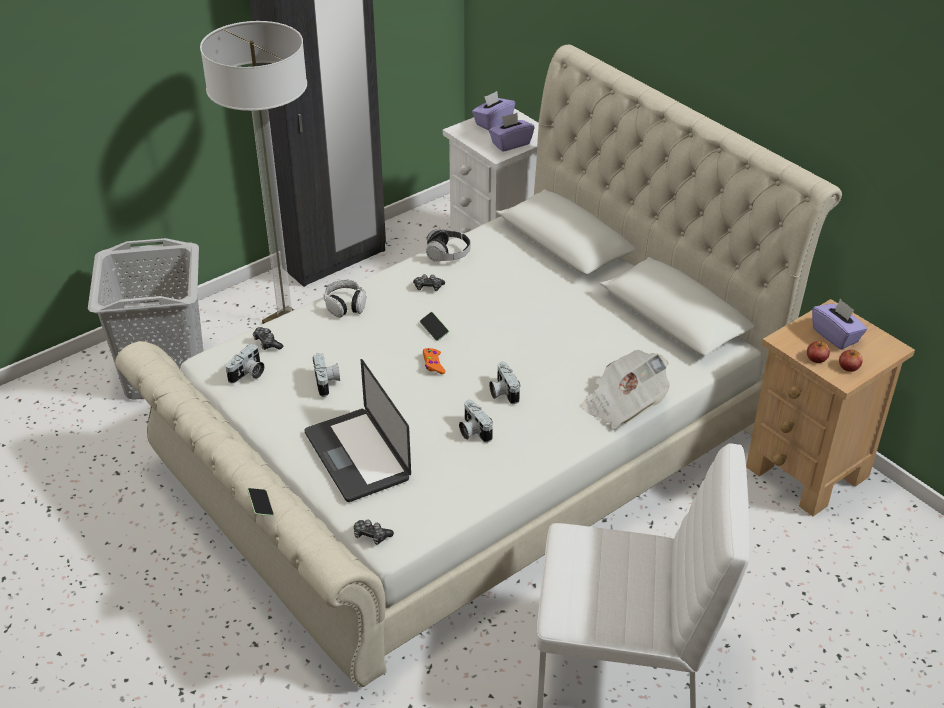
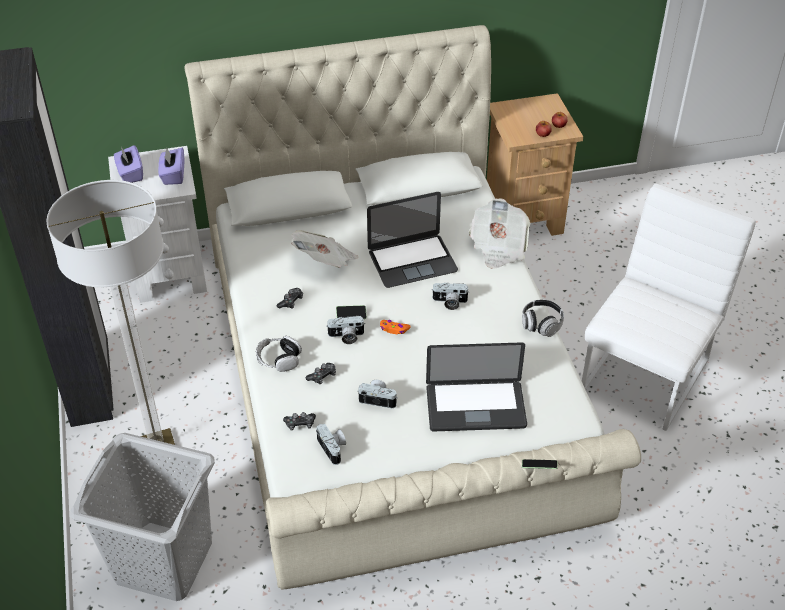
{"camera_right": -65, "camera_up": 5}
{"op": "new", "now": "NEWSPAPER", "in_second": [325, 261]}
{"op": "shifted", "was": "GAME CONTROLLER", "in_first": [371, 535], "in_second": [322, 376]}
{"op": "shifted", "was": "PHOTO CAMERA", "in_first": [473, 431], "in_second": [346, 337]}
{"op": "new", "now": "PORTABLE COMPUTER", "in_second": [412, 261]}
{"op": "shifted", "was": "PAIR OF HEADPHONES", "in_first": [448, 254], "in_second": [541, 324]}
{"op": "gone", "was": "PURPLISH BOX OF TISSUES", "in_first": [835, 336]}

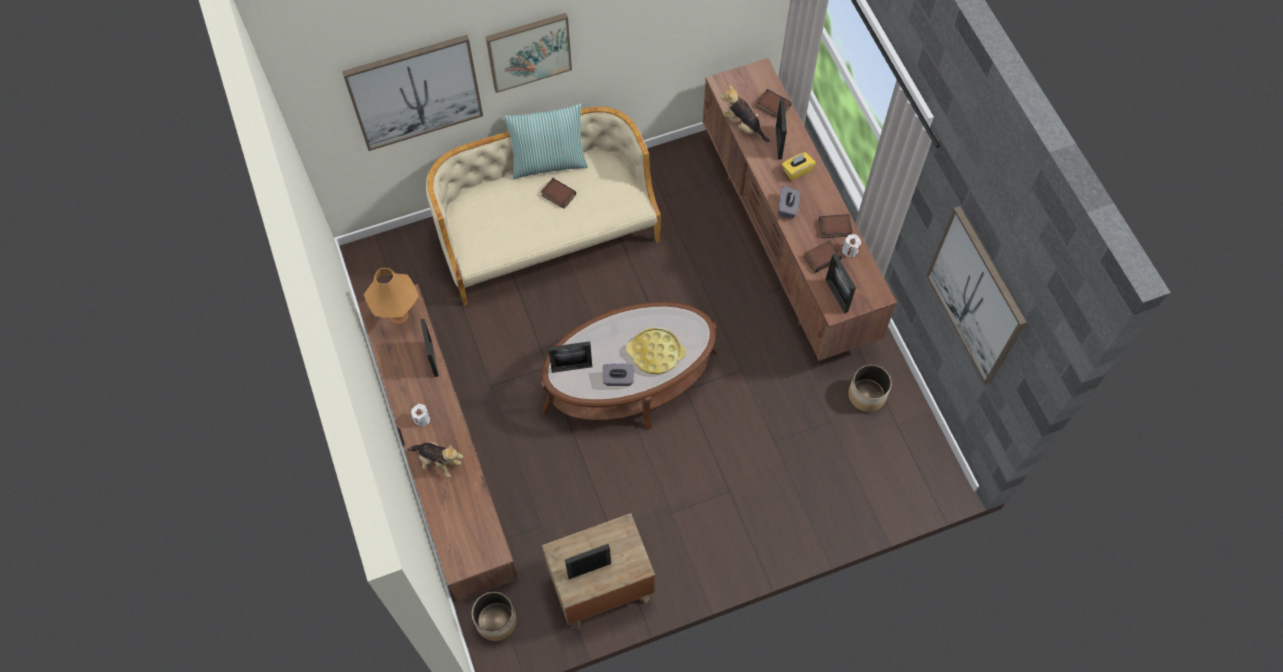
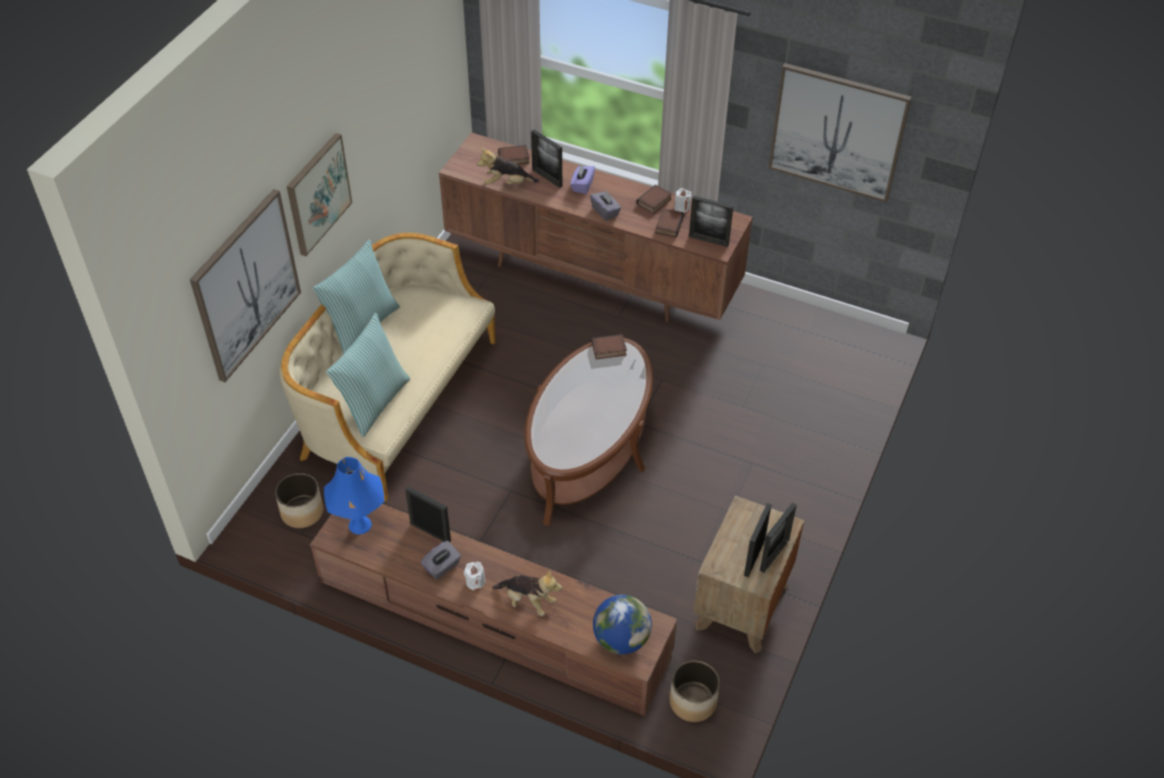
{"camera_right": -45, "camera_up": -15}
{"op": "shifted", "was": "PLANT POT", "in_first": [866, 395], "in_second": [302, 512]}
{"op": "repainted", "was": "ORANGE-COLOURED TABLE LAMP", "now": "BLUE TABLE LAMP", "in_first": [398, 315], "in_second": [360, 525]}
{"op": "new", "now": "PILLOW", "in_second": [374, 402]}
{"op": "shifted", "was": "GRAY BOX OF TISSUES", "in_first": [618, 379], "in_second": [442, 567]}
{"op": "rotated", "was": "PLUSH TOY", "in_first": [438, 462], "in_second": [528, 601], "clockwise": 45}
{"op": "repainted", "was": "YELLOW-COLOURED BOX OF TISSUES", "now": "PURPLISH BOX OF TISSUES", "in_first": [797, 170], "in_second": [582, 185]}
{"op": "shifted", "was": "BOOK", "in_first": [557, 195], "in_second": [608, 350]}
{"op": "new", "now": "GLOBE", "in_second": [621, 639]}
{"op": "shifted", "was": "PICTURE FRAME", "in_first": [571, 368], "in_second": [774, 555]}
{"op": "gone", "was": "YELLOW-COLOURED TRAY", "in_first": [655, 353]}

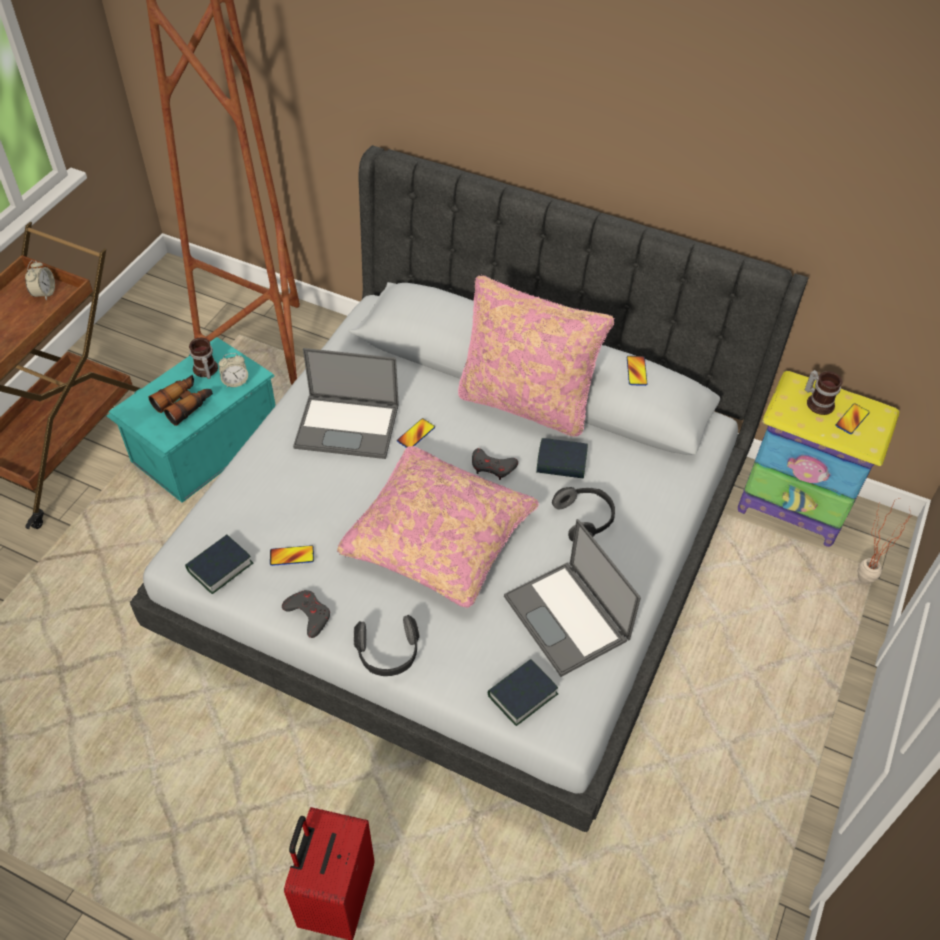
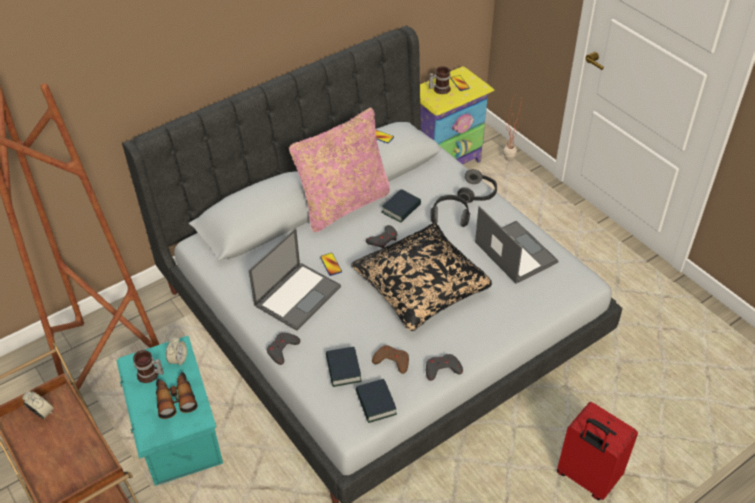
{"camera_right": -60, "camera_up": -5}
{"op": "new", "now": "GRAY GAME CONTROLLER", "in_second": [282, 349]}
{"op": "shifted", "was": "BOOK", "in_first": [522, 695], "in_second": [343, 369]}
{"op": "repainted", "was": "PINK-COLOURED PILLOW", "now": "BLACK-COLOURED PILLOW", "in_first": [439, 539], "in_second": [422, 285]}
{"op": "swapped", "was": "TELEPHONE", "now": "BROWN GAME CONTROLLER", "in_first": [292, 556], "in_second": [392, 361]}
{"op": "shifted", "was": "PAIR OF HEADPHONES", "in_first": [388, 654], "in_second": [478, 194]}
{"op": "rotated", "was": "PORTABLE COMPUTER", "in_first": [567, 619], "in_second": [514, 252], "clockwise": -120}

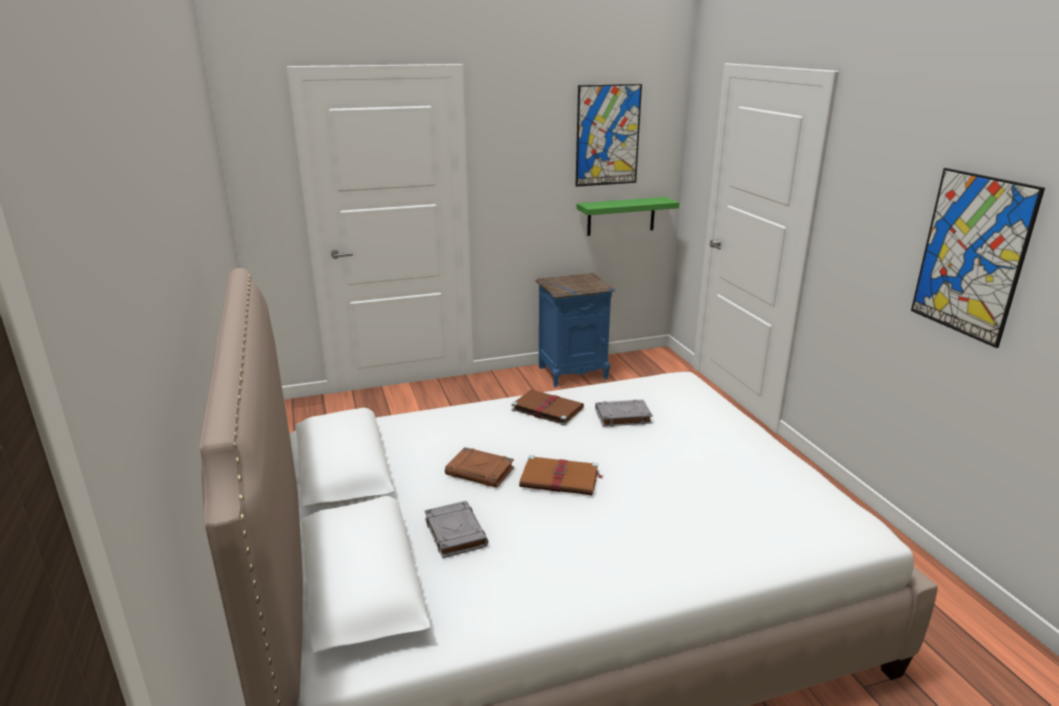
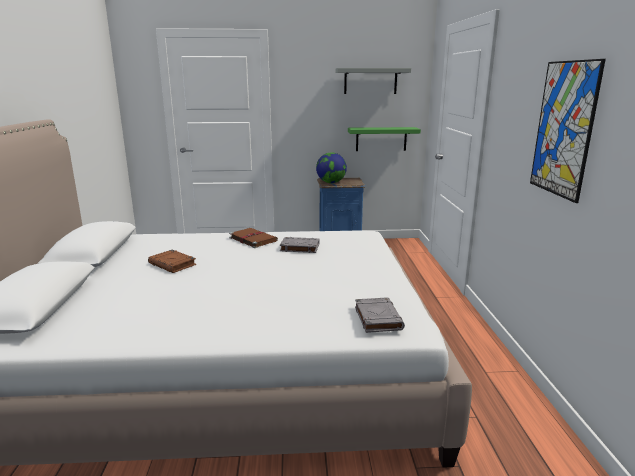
{"camera_right": 15, "camera_up": -5}
{"op": "new", "now": "GLOBE", "in_second": [331, 182]}
{"op": "swapped", "was": "PICTURE", "now": "GRAY WALL SHELF", "in_first": [607, 135], "in_second": [370, 81]}
{"op": "shifted", "was": "GRAY BOOK", "in_first": [455, 532], "in_second": [377, 318]}
{"op": "gone", "was": "BROWN BOOK", "in_first": [561, 479]}

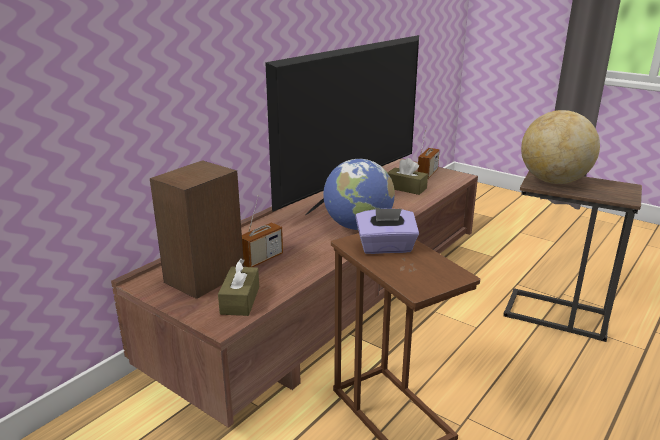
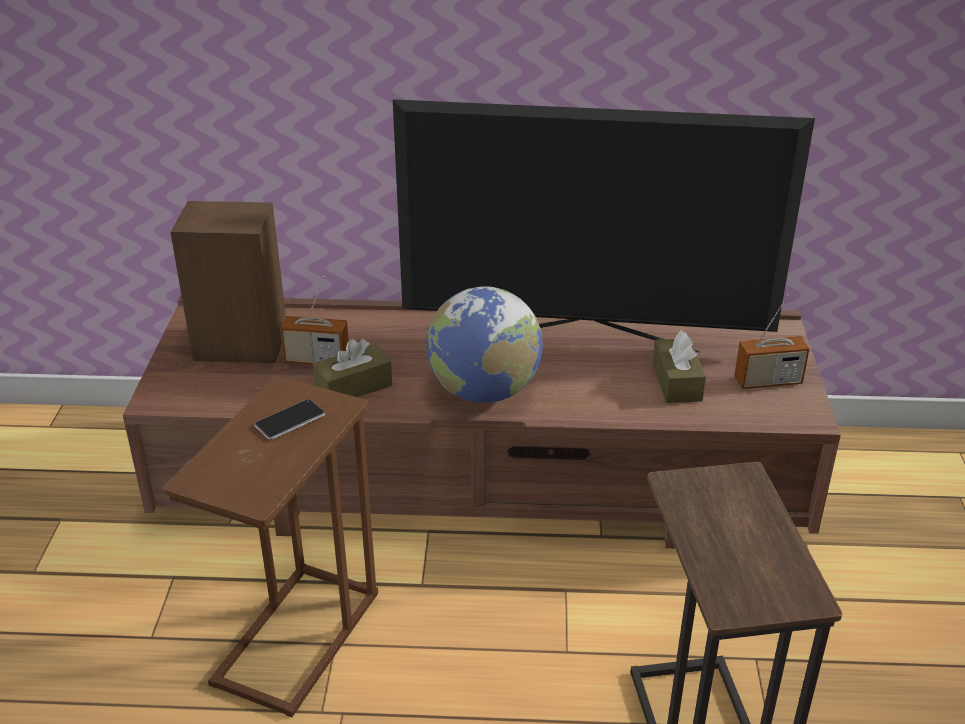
{"camera_right": 55, "camera_up": 10}
{"op": "swapped", "was": "PURPLISH BOX OF TISSUES", "now": "TELEPHONE", "in_first": [386, 247], "in_second": [290, 420]}
{"op": "shifted", "was": "BROWN BOX OF TISSUES", "in_first": [240, 300], "in_second": [353, 386]}
{"op": "gone", "was": "GLOBE", "in_first": [553, 181]}

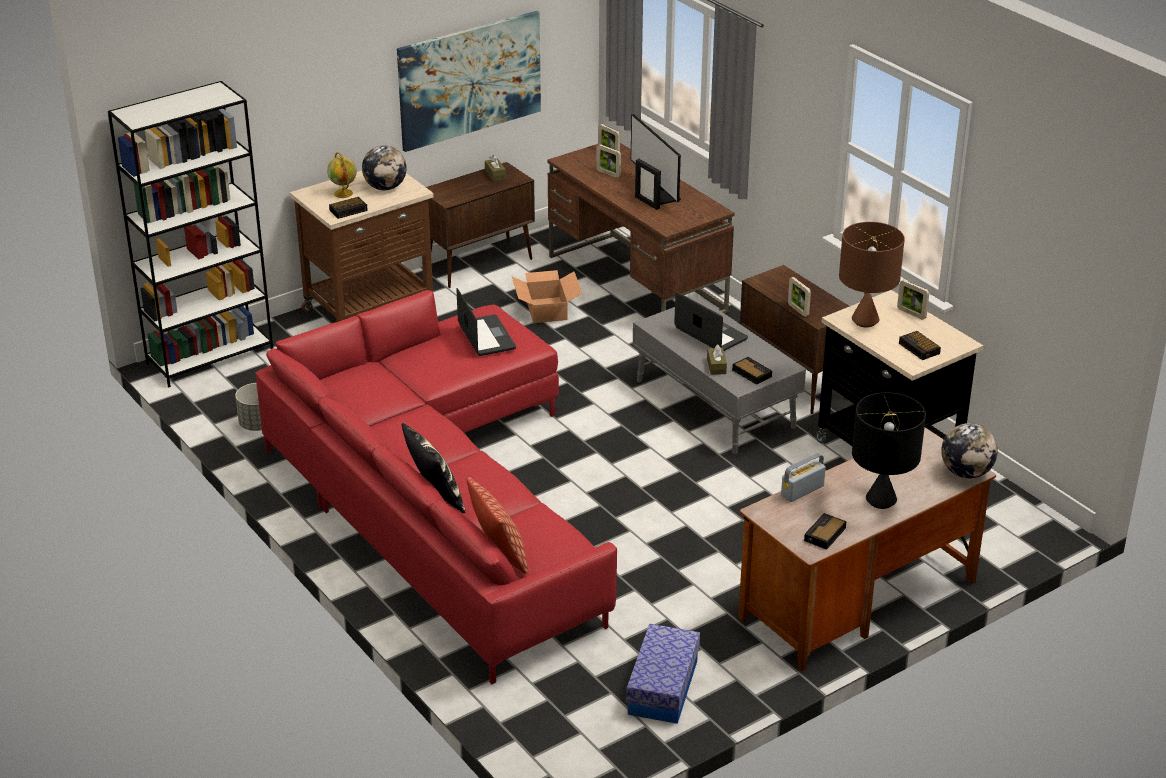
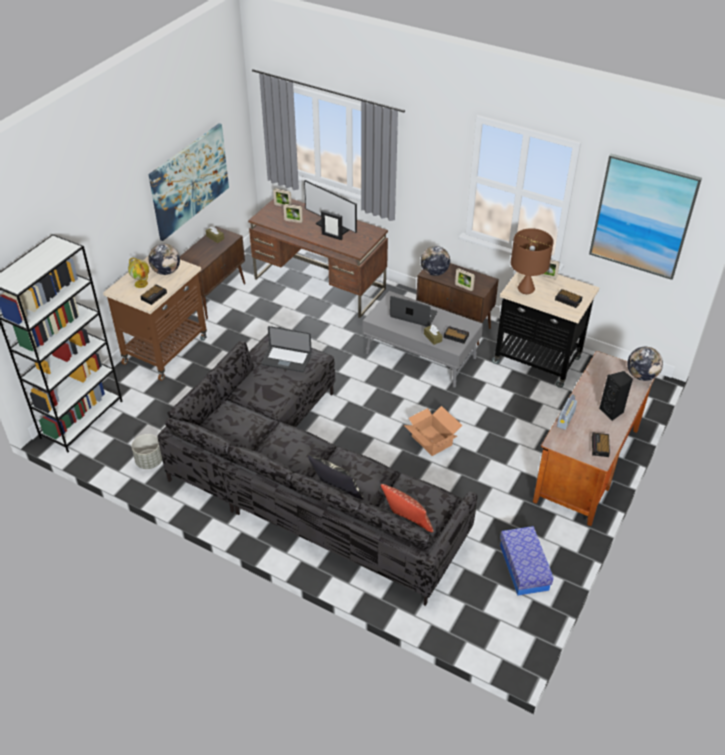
{"camera_right": -25, "camera_up": 10}
{"op": "repainted", "was": "RED COUCH", "now": "GRAY COUCH", "in_first": [438, 502], "in_second": [305, 481]}
{"op": "rotated", "was": "PORTABLE COMPUTER", "in_first": [486, 337], "in_second": [286, 360], "clockwise": 150}
{"op": "shifted", "was": "CARDBOARD BOX", "in_first": [546, 310], "in_second": [431, 441]}
{"op": "new", "now": "GLOBE", "in_second": [434, 272]}
{"op": "new", "now": "PICTURE", "in_second": [642, 217]}
{"op": "swapped", "was": "BLACK-COLOURED TABLE LAMP", "now": "BLACK-COLOURED SPEAKER", "in_first": [880, 501], "in_second": [612, 412]}

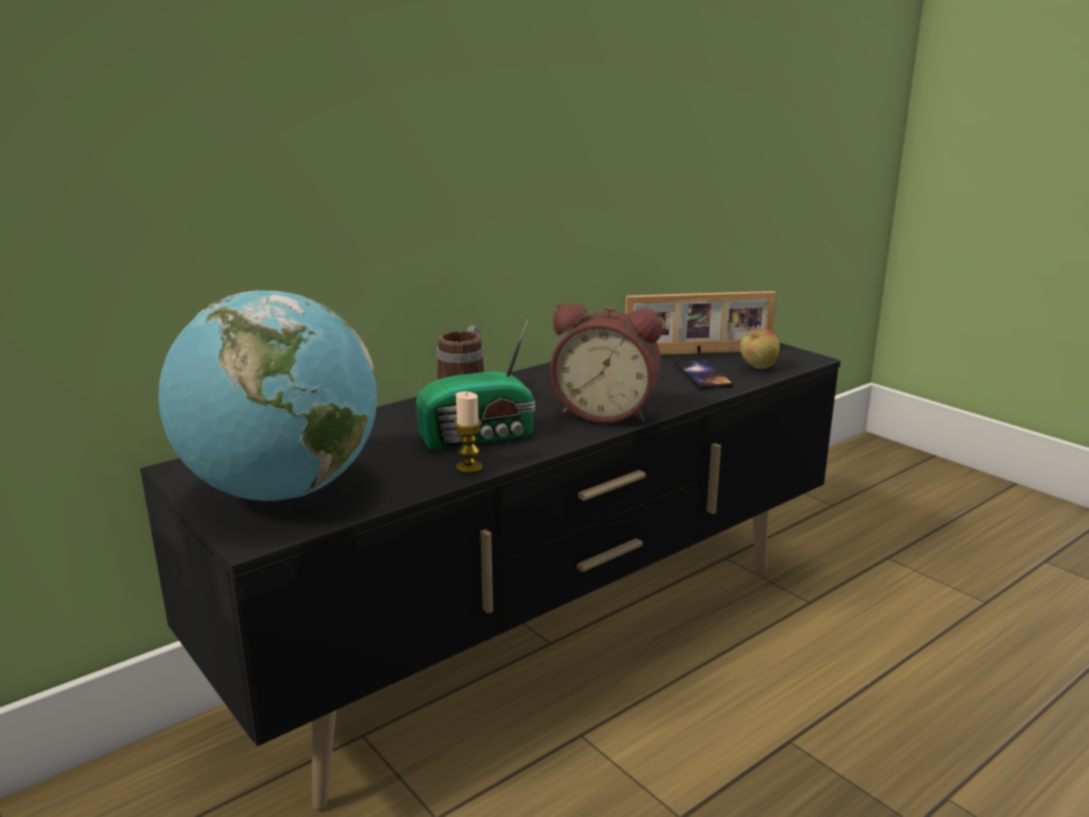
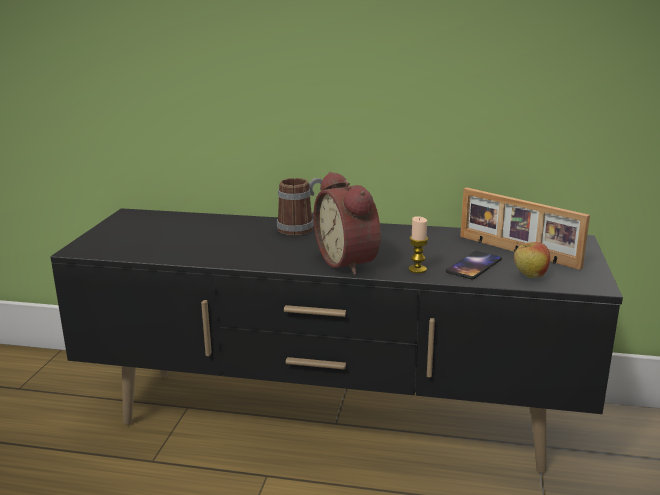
{"camera_right": 50, "camera_up": 0}
{"op": "shifted", "was": "WAX CANDLE", "in_first": [469, 468], "in_second": [417, 269]}
{"op": "gone", "was": "GLOBE", "in_first": [281, 492]}
{"op": "gone", "was": "RADIO RECEIVER", "in_first": [480, 437]}

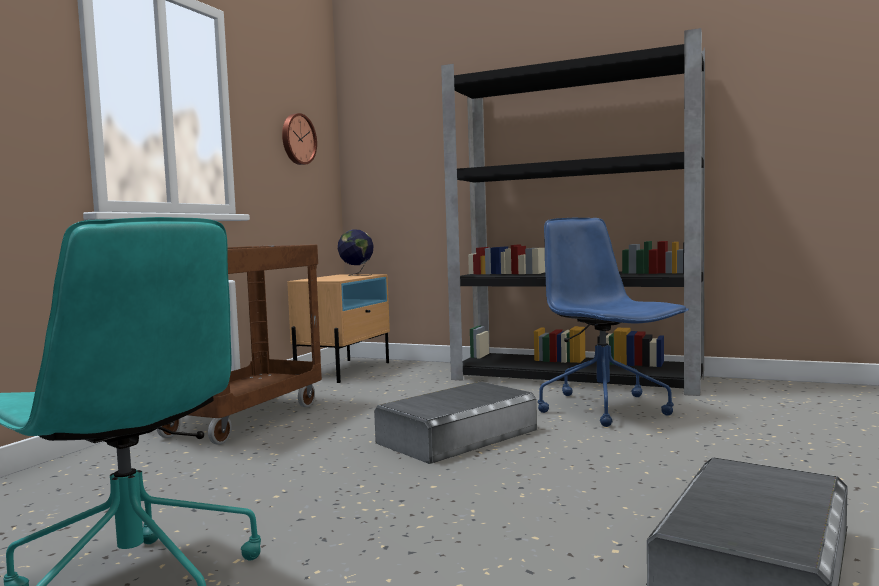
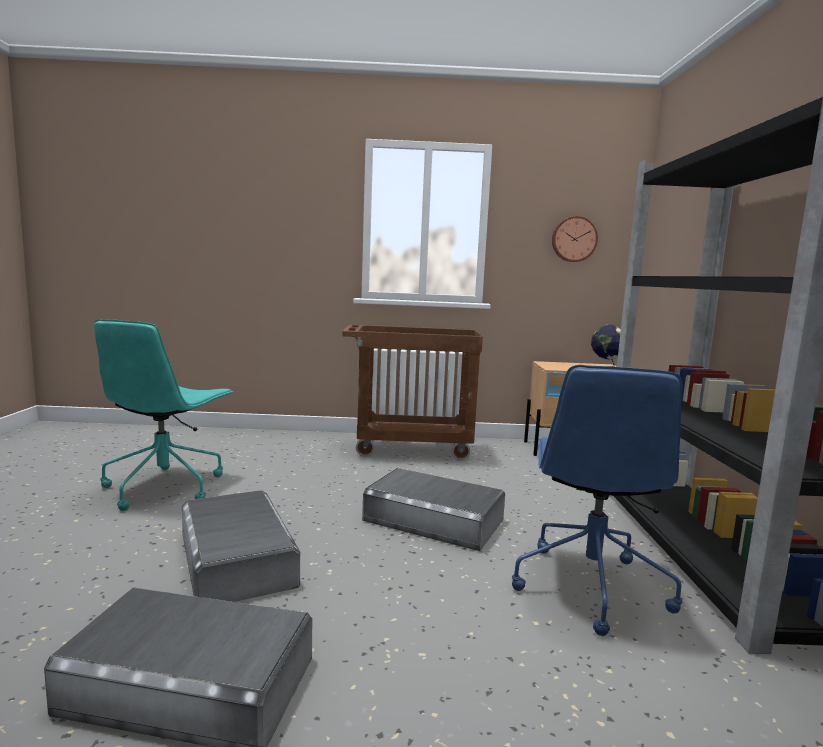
{"camera_right": 65, "camera_up": 5}
{"op": "new", "now": "GRAY STORAGE CONTAINER", "in_second": [236, 559]}
{"op": "rotated", "was": "BLUE COMPUTER CHAIR", "in_first": [607, 410], "in_second": [589, 583], "clockwise": 150}

